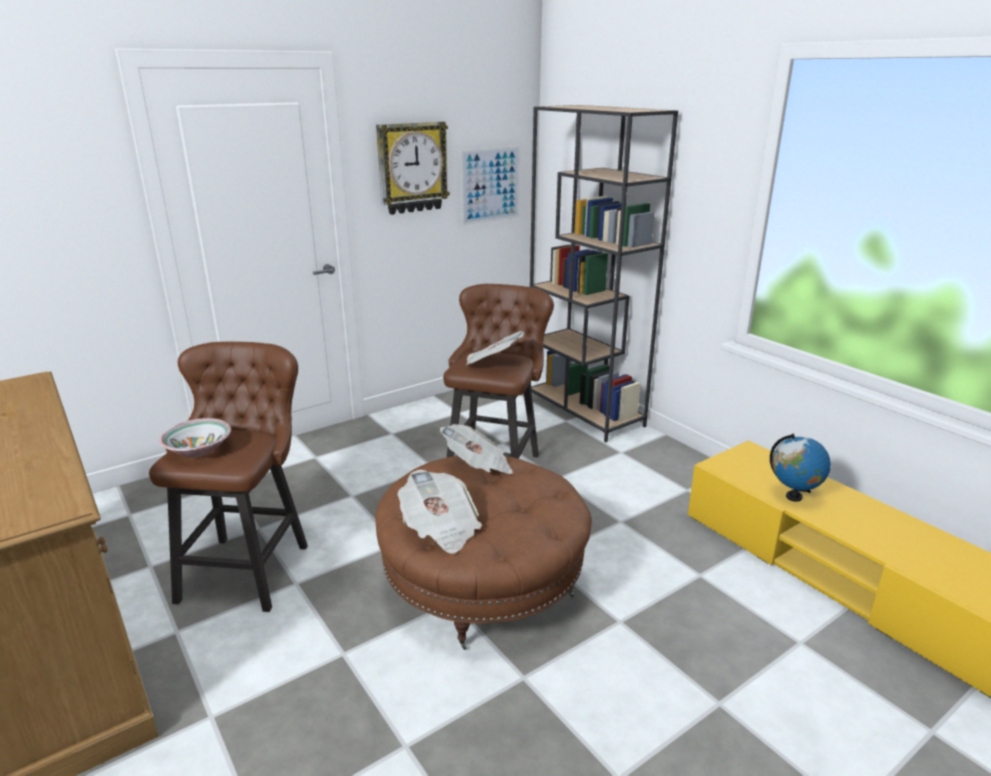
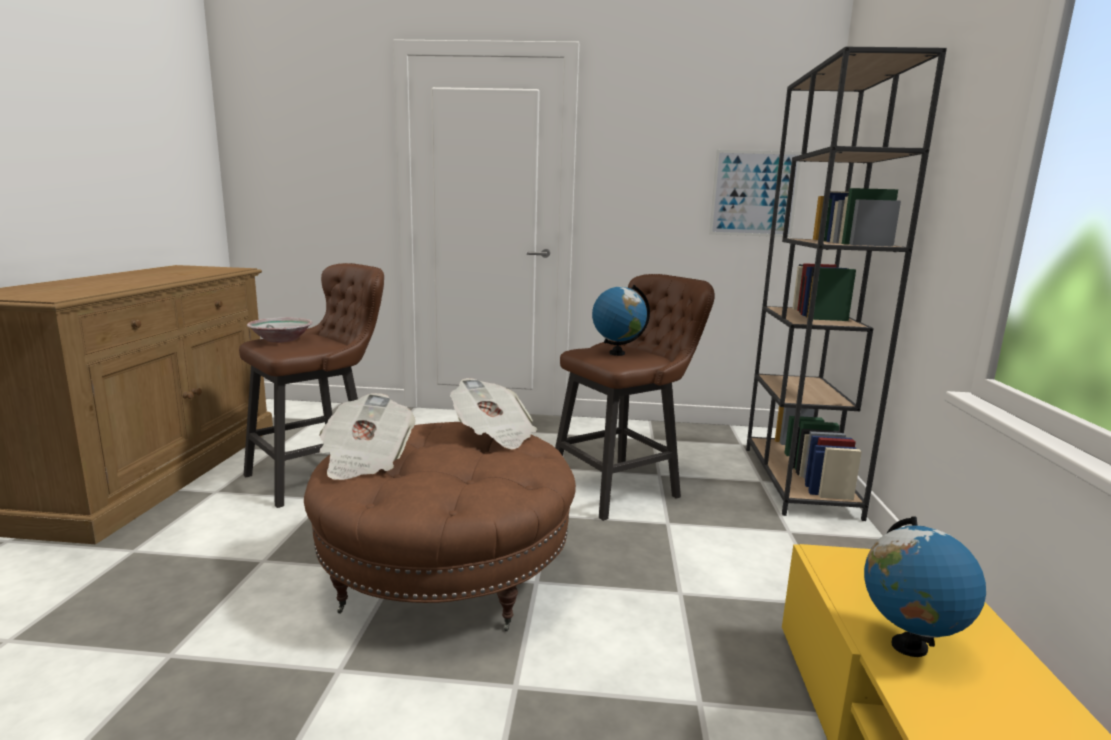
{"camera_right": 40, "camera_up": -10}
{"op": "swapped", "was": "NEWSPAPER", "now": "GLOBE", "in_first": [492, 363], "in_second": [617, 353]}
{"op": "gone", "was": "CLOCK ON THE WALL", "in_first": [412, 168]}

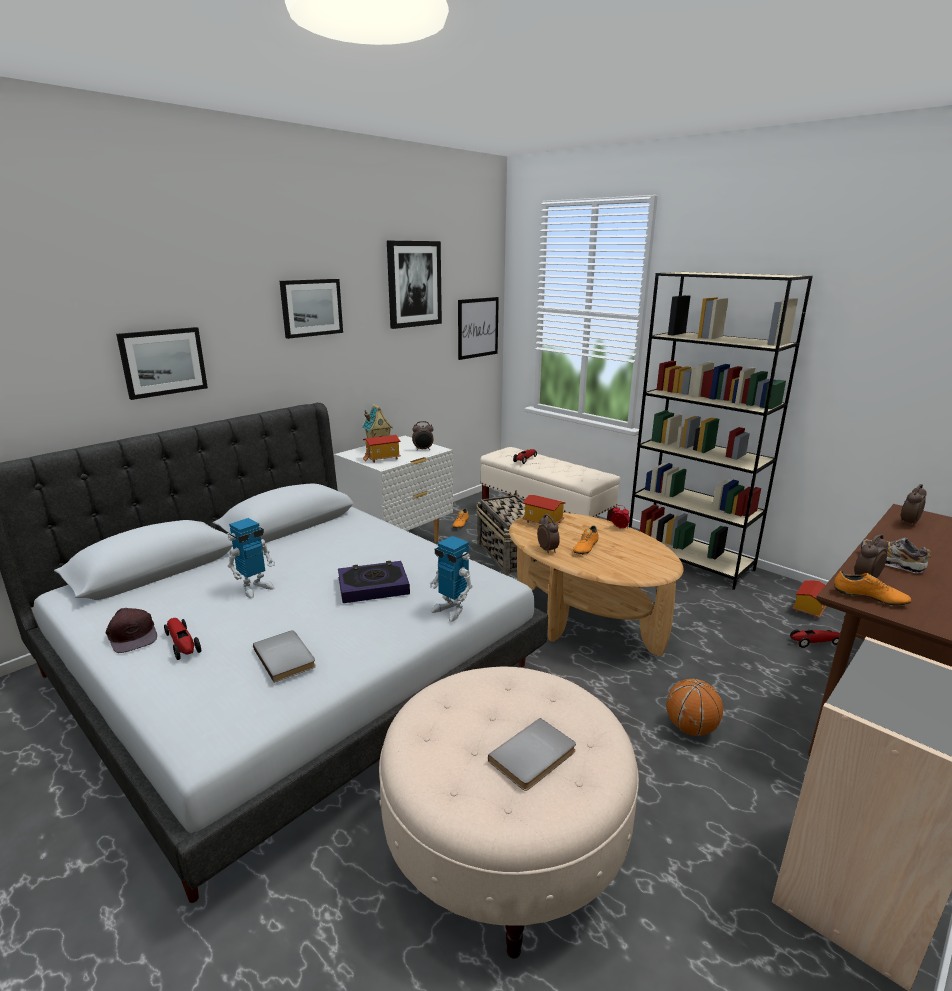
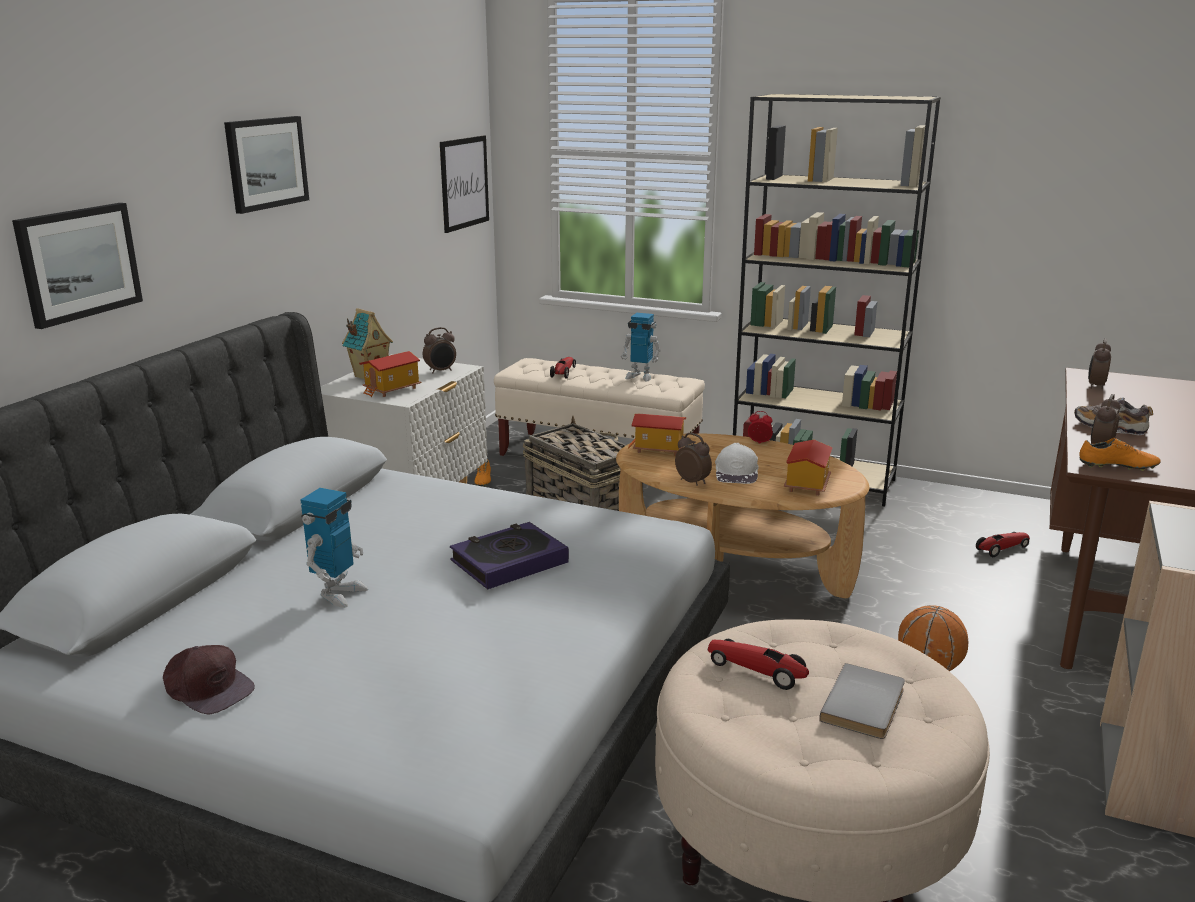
{"camera_right": -20, "camera_up": 0}
{"op": "shifted", "was": "TOY ROBOT", "in_first": [451, 610], "in_second": [640, 376]}
{"op": "shifted", "was": "TOY CAR", "in_first": [182, 644], "in_second": [757, 671]}
{"op": "swapped", "was": "ORANGE-COLOURED LOW SHOE", "now": "WHITE BASEBALL CAP", "in_first": [585, 548], "in_second": [737, 472]}
{"op": "shifted", "was": "MINIATURE HOUSE", "in_first": [808, 609], "in_second": [806, 484]}
{"op": "gone", "was": "GRAY BOOK", "in_first": [286, 657]}
{"op": "gone", "was": "PICTURE", "in_first": [414, 284]}

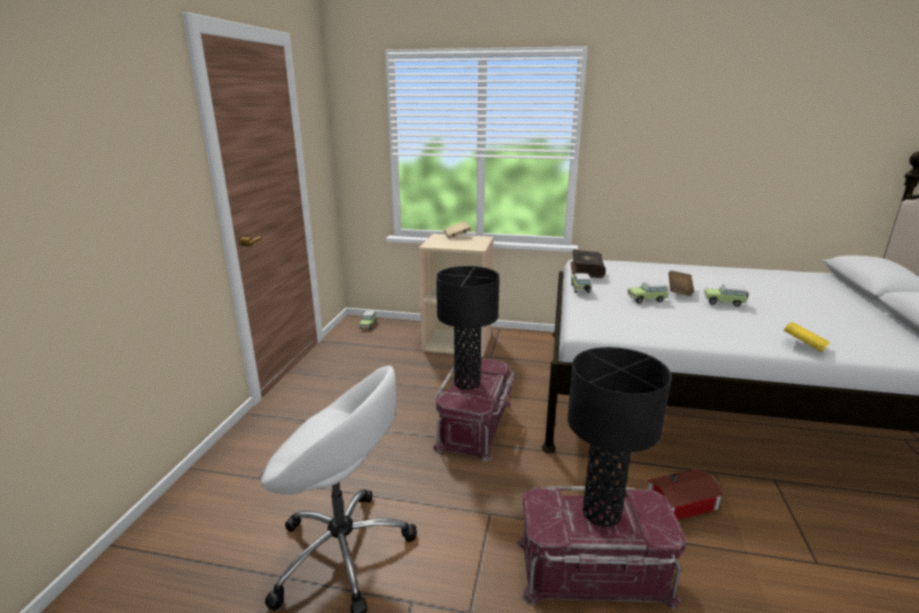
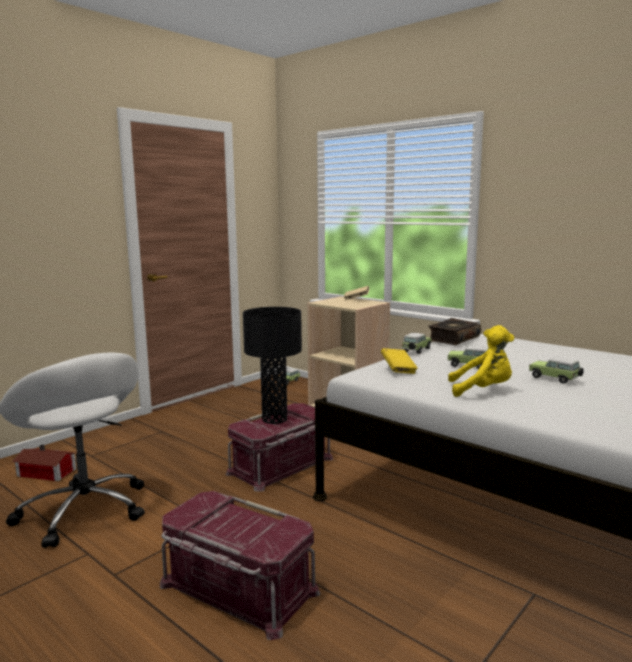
{"camera_right": 30, "camera_up": -10}
{"op": "shifted", "was": "MINIATURE HOUSE", "in_first": [684, 504], "in_second": [47, 473]}
{"op": "shifted", "was": "YELLOW-COLOURED BOOK", "in_first": [803, 346], "in_second": [398, 370]}
{"op": "new", "now": "YELLOW-COLOURED PLUSH TOY", "in_second": [482, 390]}
{"op": "gone", "was": "BLACK-COLOURED TABLE LAMP", "in_first": [601, 512]}
{"op": "gone", "was": "BROWN BOOK", "in_first": [679, 291]}

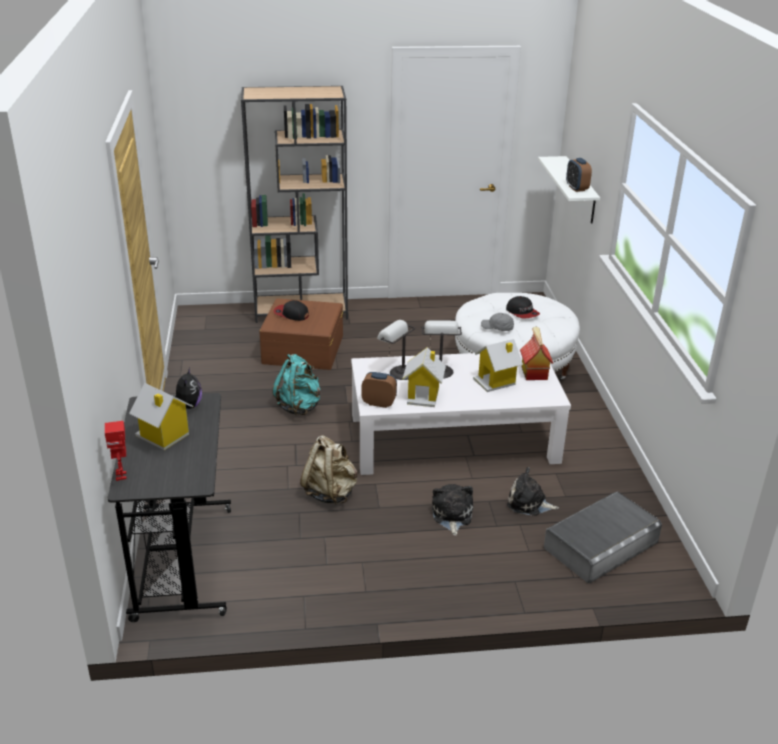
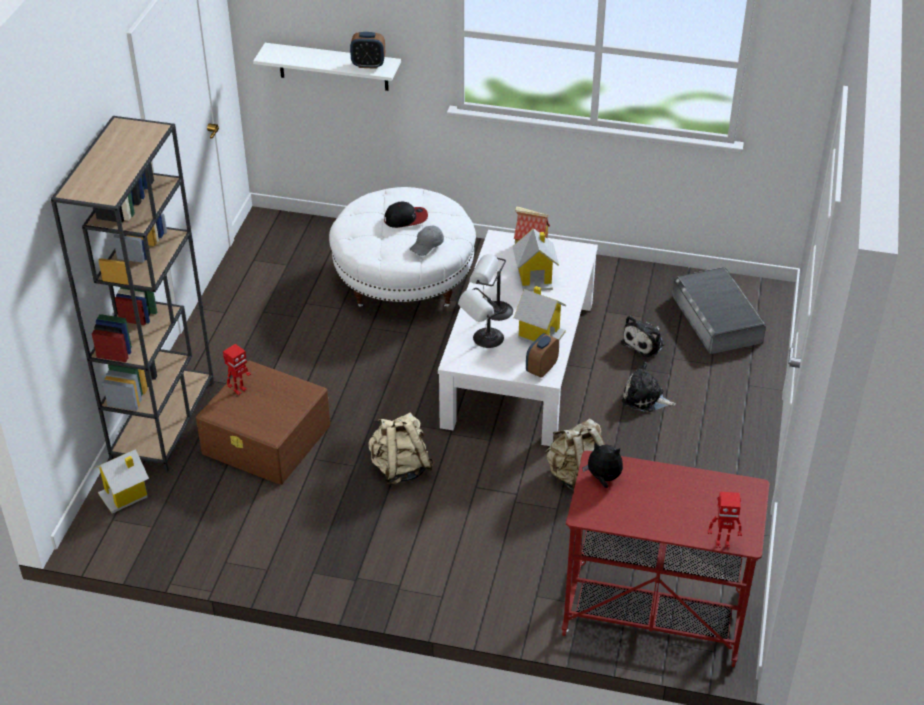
{"camera_right": -70, "camera_up": 10}
{"op": "shifted", "was": "MINIATURE HOUSE", "in_first": [163, 436], "in_second": [125, 495]}
{"op": "new", "now": "TOY ROBOT", "in_second": [239, 390]}
{"op": "repainted", "was": "BLUE-GREEN BACKPACK", "now": "SAND-COLOURED BACKPACK", "in_first": [299, 407], "in_second": [400, 468]}
{"op": "repainted", "was": "BLACK-COLOURED DESK UNIT", "now": "RED DESK UNIT", "in_first": [183, 562], "in_second": [653, 614]}
{"op": "gone", "was": "BASEBALL CAP", "in_first": [291, 314]}

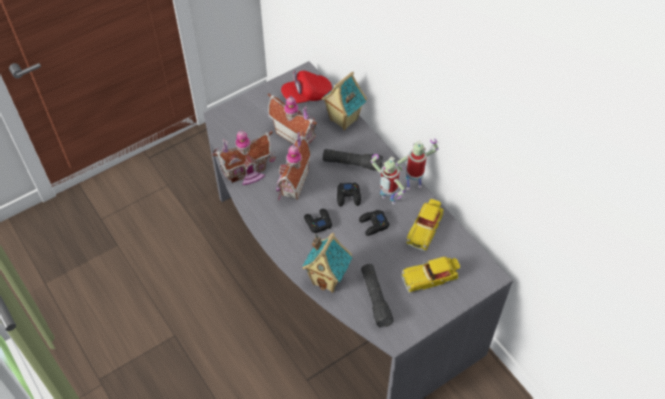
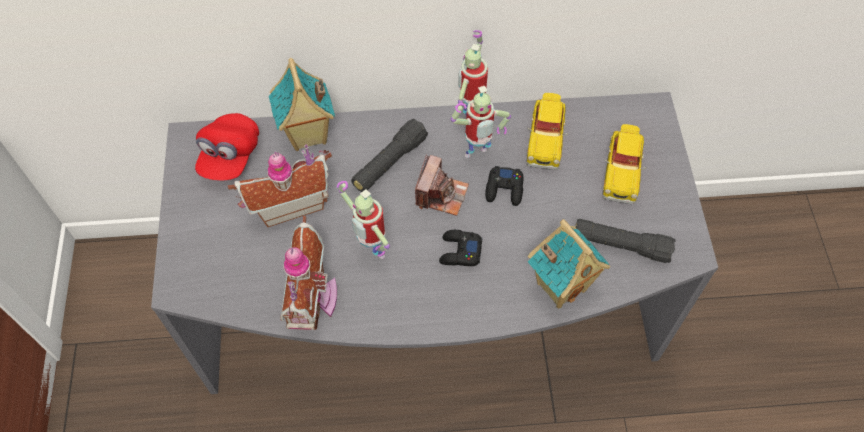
{"camera_right": -60, "camera_up": 5}
{"op": "swapped", "was": "MINIATURE HOUSE", "now": "TOY ROBOT", "in_first": [291, 183], "in_second": [371, 251]}
{"op": "swapped", "was": "BLACK-COLOURED GAME CONTROLLER", "now": "PHOTO CAMERA", "in_first": [348, 196], "in_second": [441, 194]}
{"op": "rotated", "was": "TOY CAR", "in_first": [425, 229], "in_second": [545, 137], "clockwise": 45}

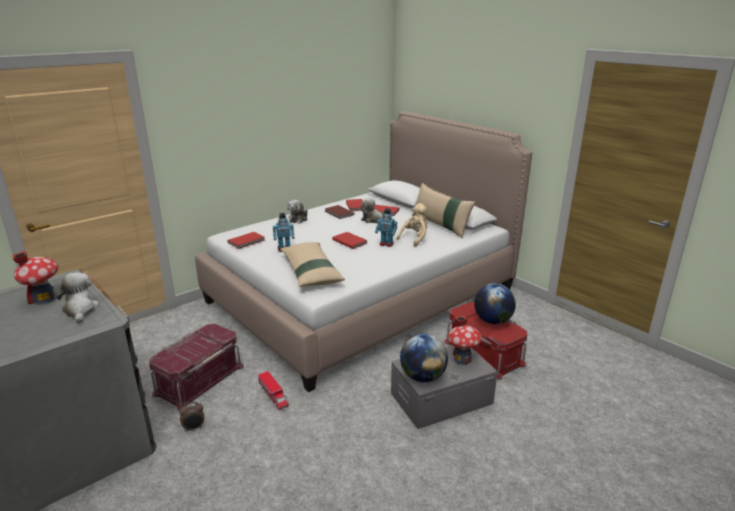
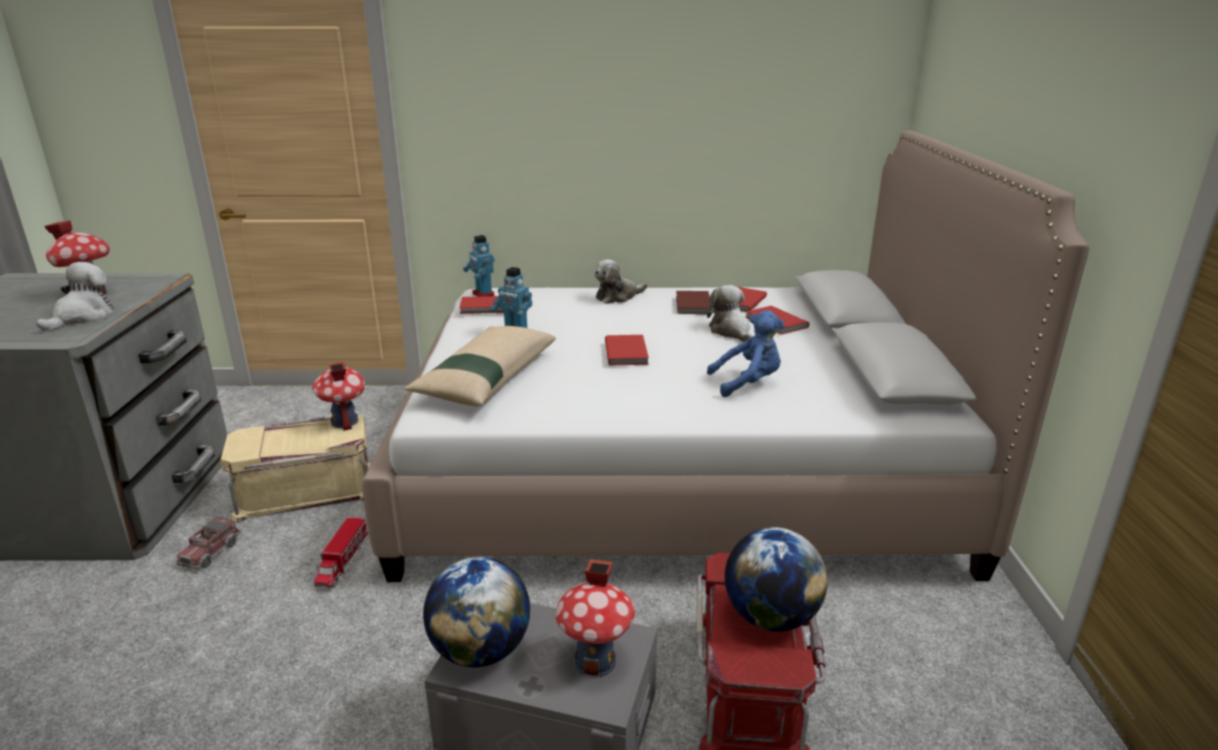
{"camera_right": 40, "camera_up": 0}
{"op": "swapped", "was": "TABLE CLOCK", "now": "MODEL TRUCK", "in_first": [194, 428], "in_second": [210, 552]}
{"op": "repainted", "was": "RED STORAGE CONTAINER", "now": "SAND-COLOURED STORAGE CONTAINER", "in_first": [199, 379], "in_second": [306, 491]}
{"op": "new", "now": "MINIATURE HOUSE", "in_second": [344, 421]}
{"op": "shifted", "was": "TOY ROBOT", "in_first": [386, 244], "in_second": [482, 294]}
{"op": "repainted", "was": "SAND-COLOURED PLUSH TOY", "now": "BLUE PLUSH TOY", "in_first": [414, 238], "in_second": [748, 383]}
{"op": "gone", "was": "SAND-COLOURED PILLOW", "in_first": [441, 225]}

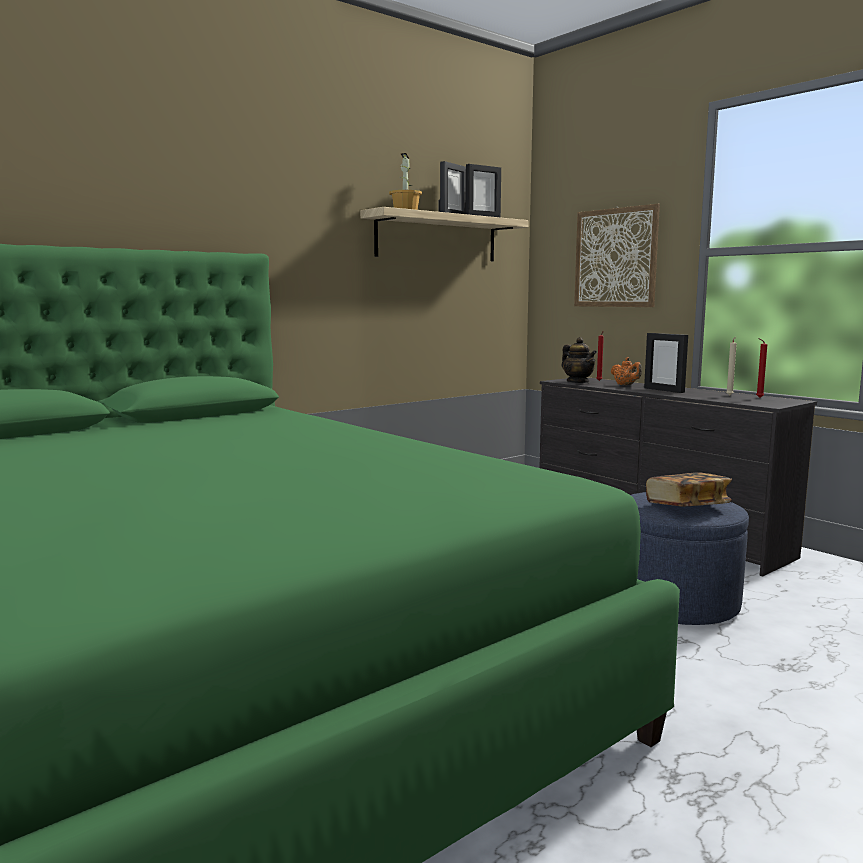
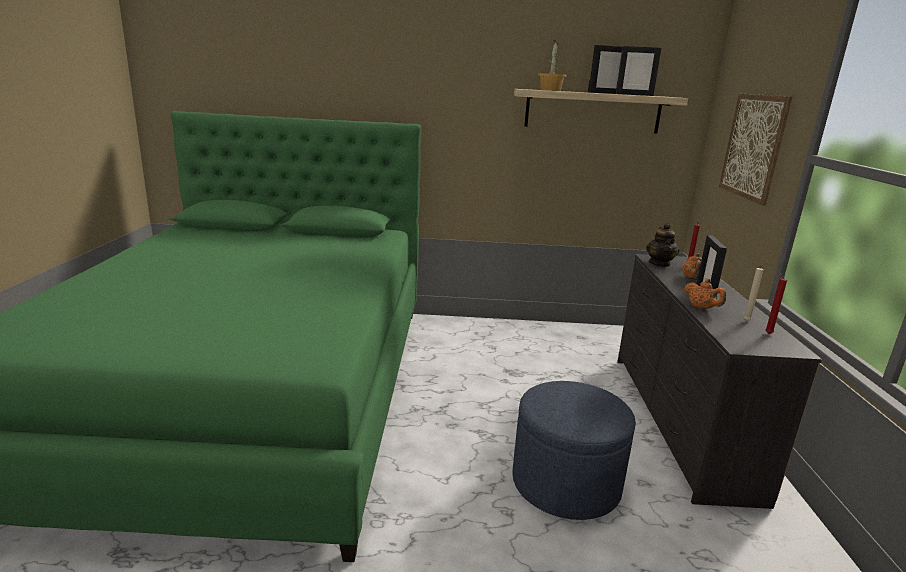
{"camera_right": 40, "camera_up": 10}
{"op": "new", "now": "ORANGE-COLOURED TEA POT", "in_second": [701, 308]}
{"op": "gone", "was": "BOOK", "in_first": [687, 506]}

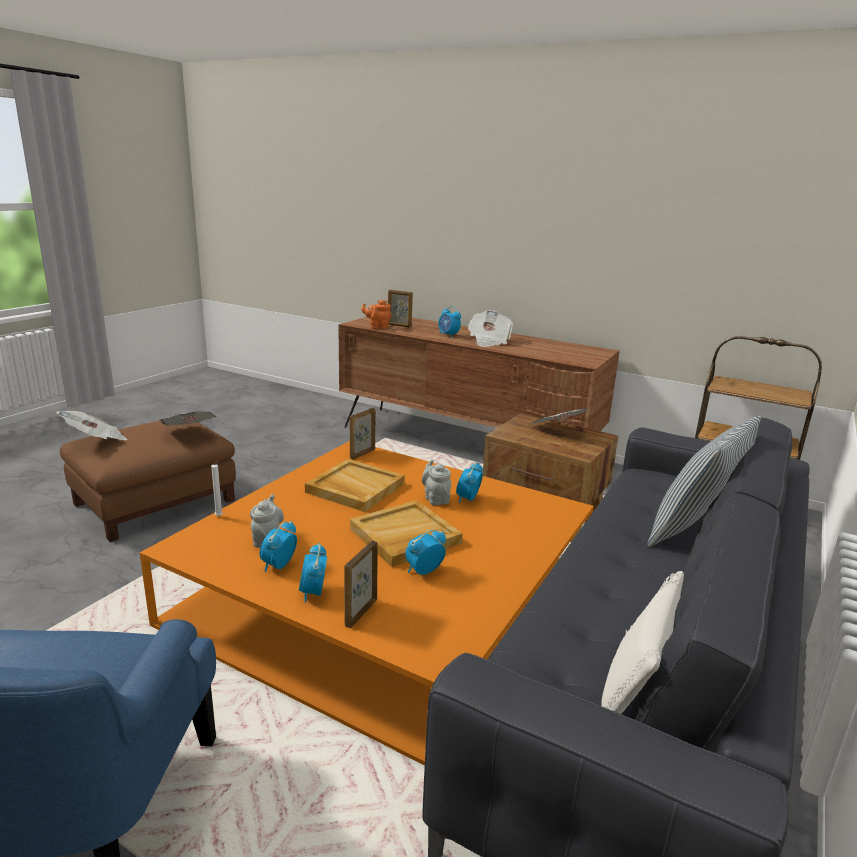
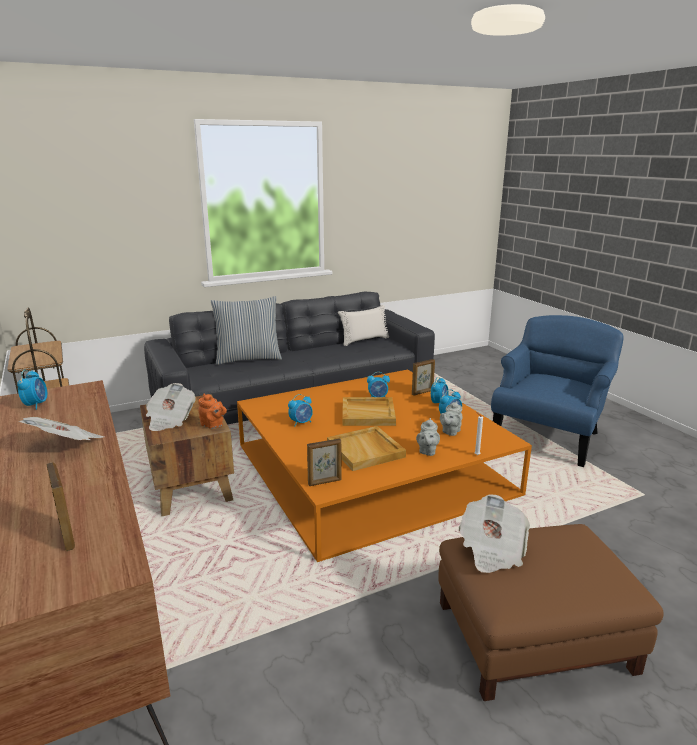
{"camera_right": -145, "camera_up": 0}
{"op": "shifted", "was": "TABLE CLOCK", "in_first": [448, 335], "in_second": [36, 404]}
{"op": "shifted", "was": "ORANGE-COLOURED TEA POT", "in_first": [377, 327], "in_second": [213, 425]}
{"op": "shifted", "was": "GRAY TEA POT", "in_first": [436, 498], "in_second": [427, 451]}
{"op": "gone", "was": "NEWSPAPER", "in_first": [96, 440]}

